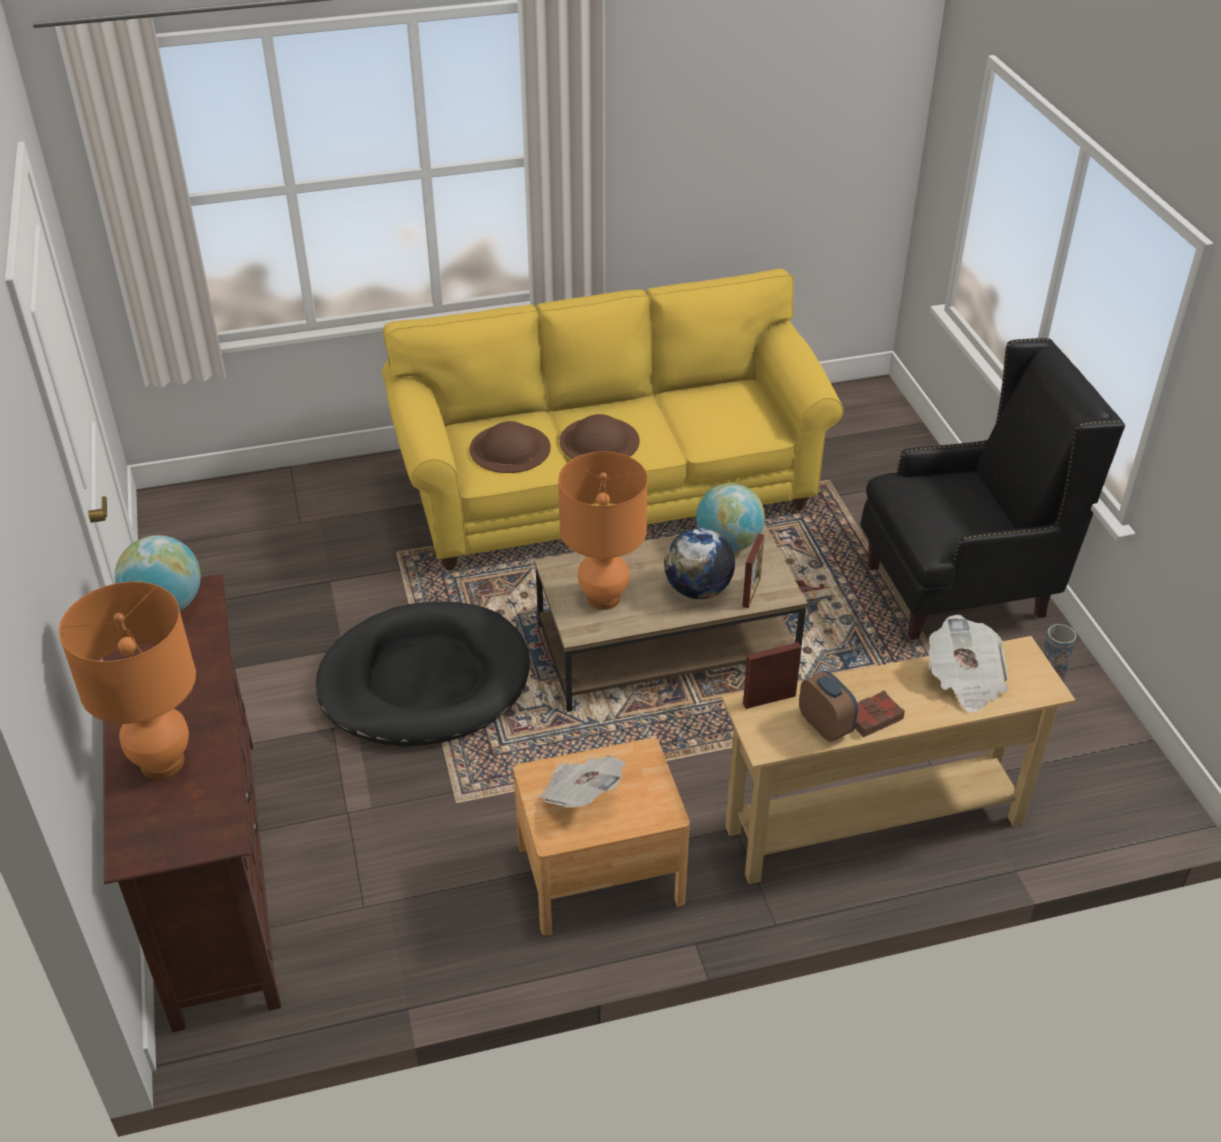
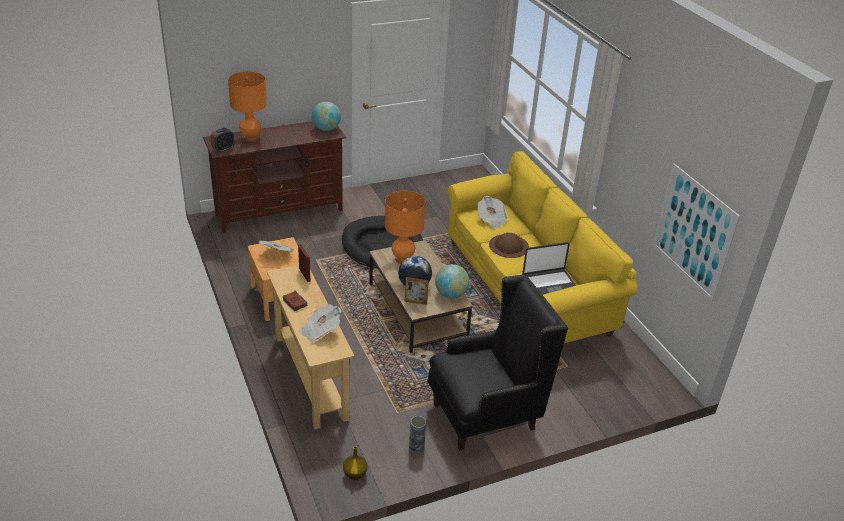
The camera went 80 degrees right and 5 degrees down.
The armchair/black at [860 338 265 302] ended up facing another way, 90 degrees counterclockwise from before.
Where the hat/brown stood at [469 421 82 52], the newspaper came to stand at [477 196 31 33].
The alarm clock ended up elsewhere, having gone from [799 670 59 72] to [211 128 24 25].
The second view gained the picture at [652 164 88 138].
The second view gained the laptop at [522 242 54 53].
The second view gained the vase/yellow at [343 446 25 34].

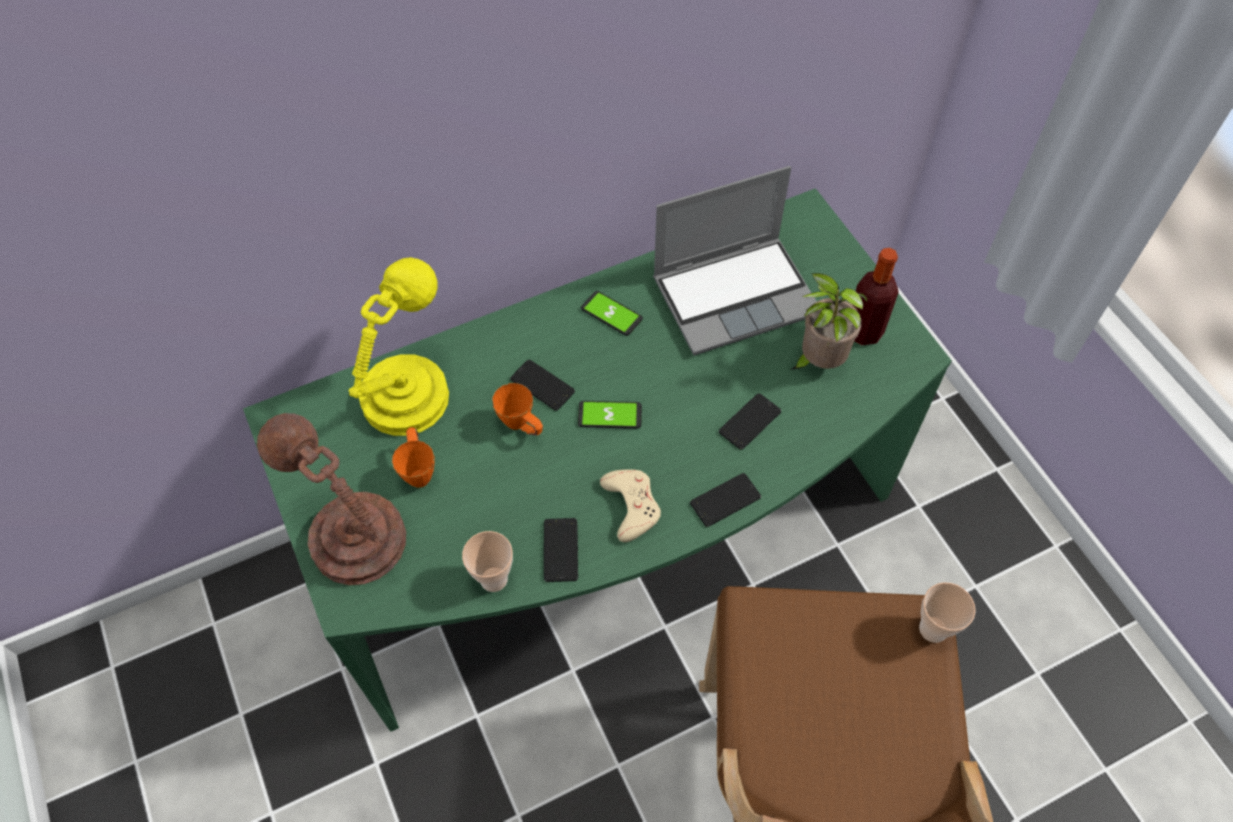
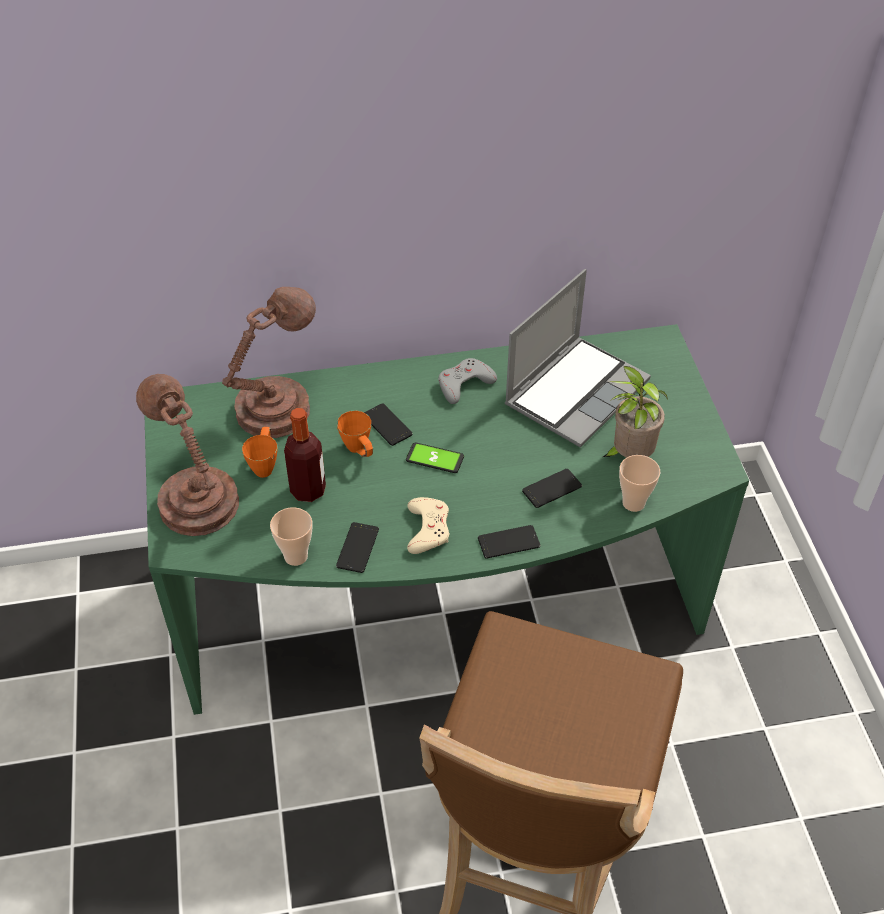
The camera went 15 degrees right and 10 degrees down.
The laptop at [653 166 164 190] ended up facing another way, 45 degrees counterclockwise from before.
The bottle ended up elsewhere, having gone from [853 248 46 97] to [284 408 42 94].
What was the table lamp/yellow at [348 257 101 179] turned into the table lamp/brown at [222 287 94 151].
Where the phone stood at [581 291 62 45], the game controller/grey came to stand at [438 358 59 46].
The cup ended up elsewhere, having gone from [919 582 57 61] to [619 455 41 57].

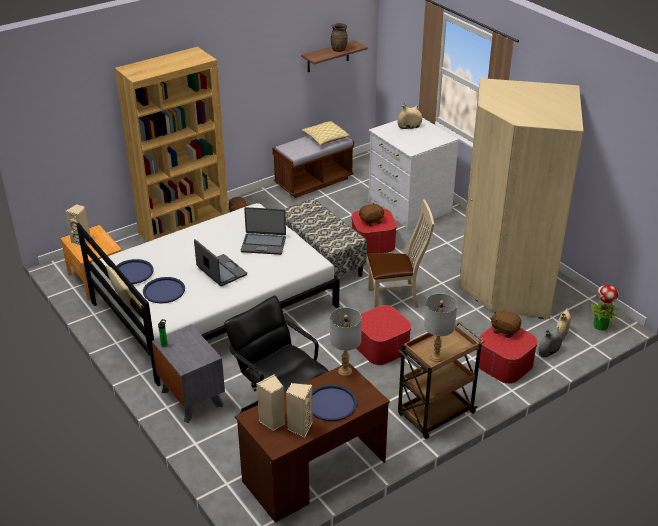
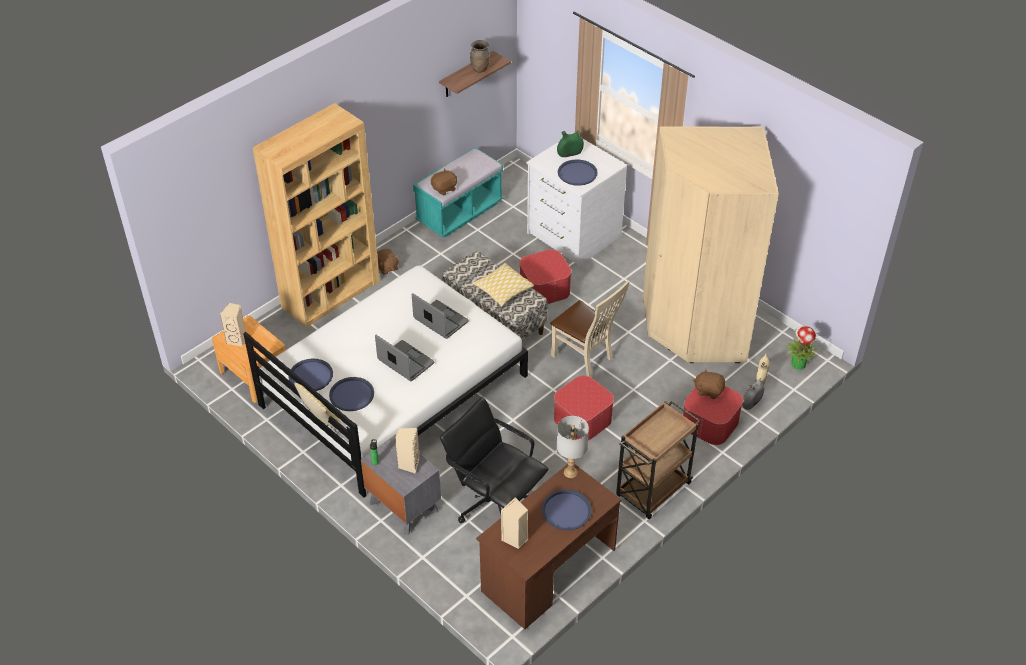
The camera went 10 degrees left and 10 degrees up.
What was the vase/beige at [397 103 25 26] turned into the vase/green at [557 131 27 26].
The pillow ended up elsewhere, having gone from [302 121 48 24] to [472 263 62 44].
What was the bench/brown at [272 135 82 63] turned into the bench/turquoise at [413 147 90 91].
The chair/beige at [367 199 67 109] ended up facing another way, 60 degrees clockwise from before.
The plush toy/brown ended up elsewhere, having gone from [359 202 26 24] to [431 168 26 27].
The laptop at [241 207 45 48] ended up facing another way, 135 degrees counterclockwise from before.
The second view lost the table lamp/grey at [424 293 33 69].
The speaker/beige ended up elsewhere, having gone from [286 383 27 54] to [395 428 25 45].
The second view gained the tray/blue at [558 160 40 26].

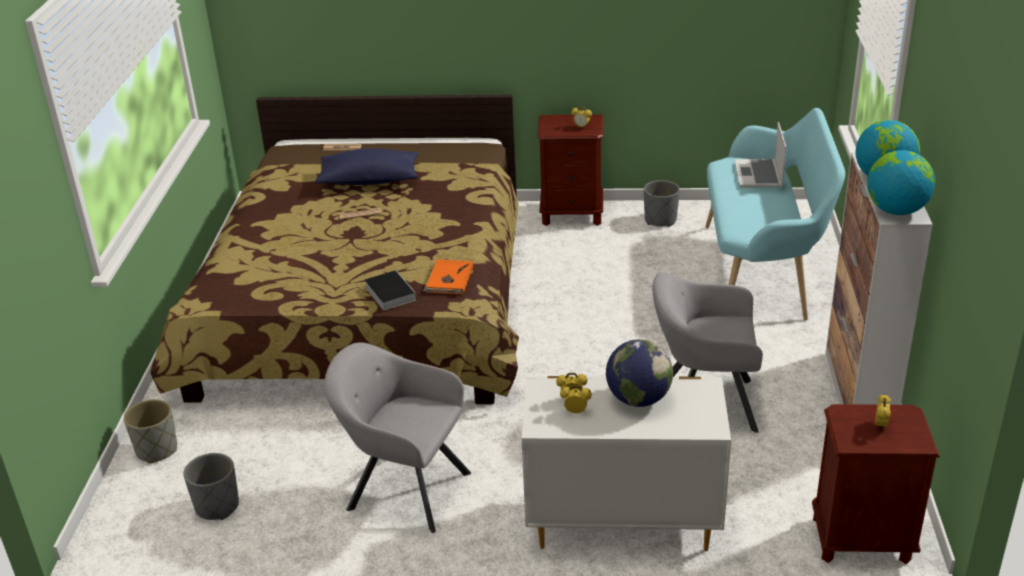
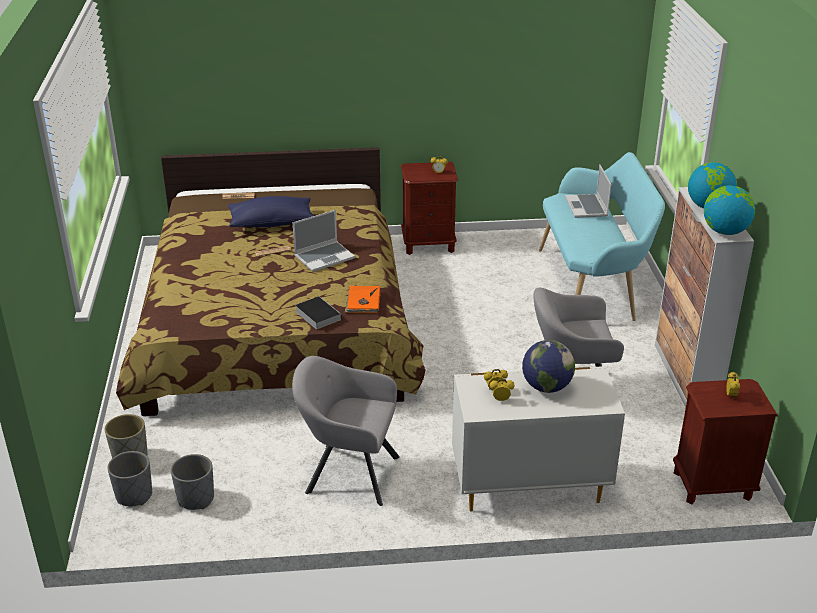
The camera went 10 degrees left and 0 degrees up.
The planter/grey ended up elsewhere, having gone from [644 180 36 47] to [107 451 45 55].
The second view gained the laptop at [293 210 62 62].

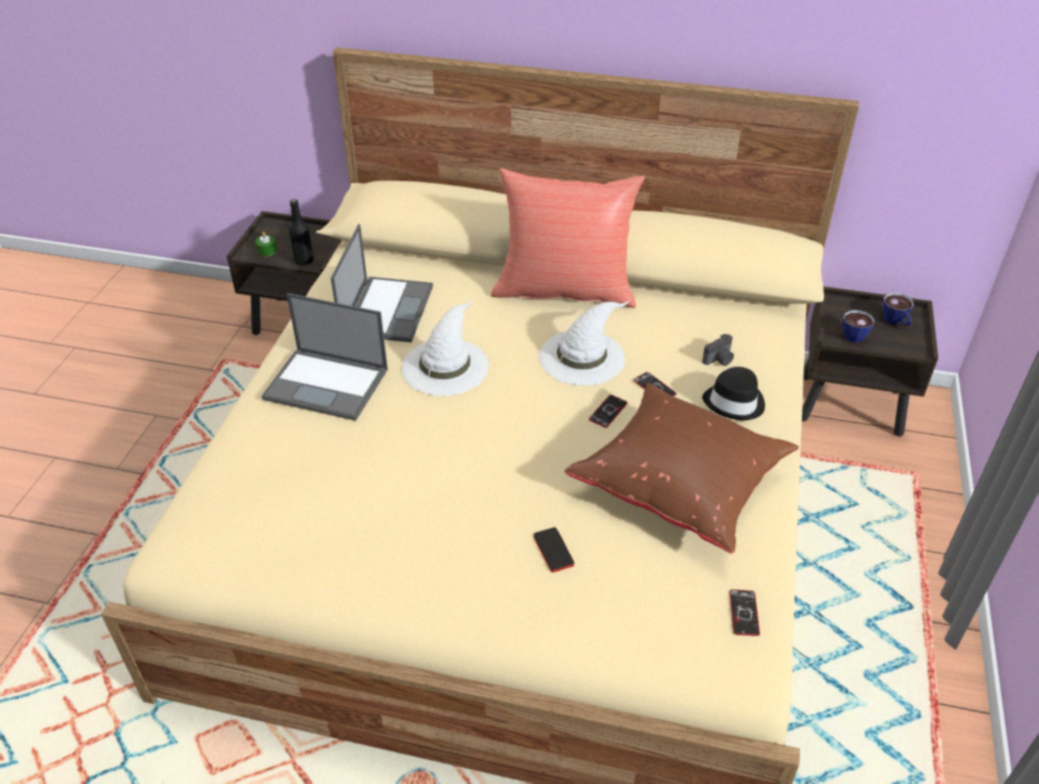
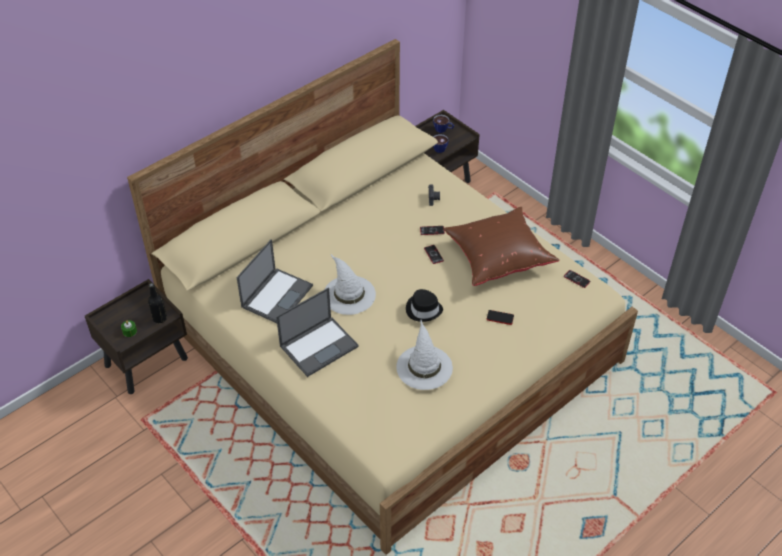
The camera went 55 degrees left and 5 degrees up.
The second view lost the pillow/red at [491 168 154 140].
The laptop at [331 224 102 118] ended up facing another way, 75 degrees clockwise from before.
The hat/white ended up elsewhere, having gone from [539 301 90 85] to [396 320 57 70].
The hat/black ended up elsewhere, having gone from [702 367 63 53] to [406 289 37 33].

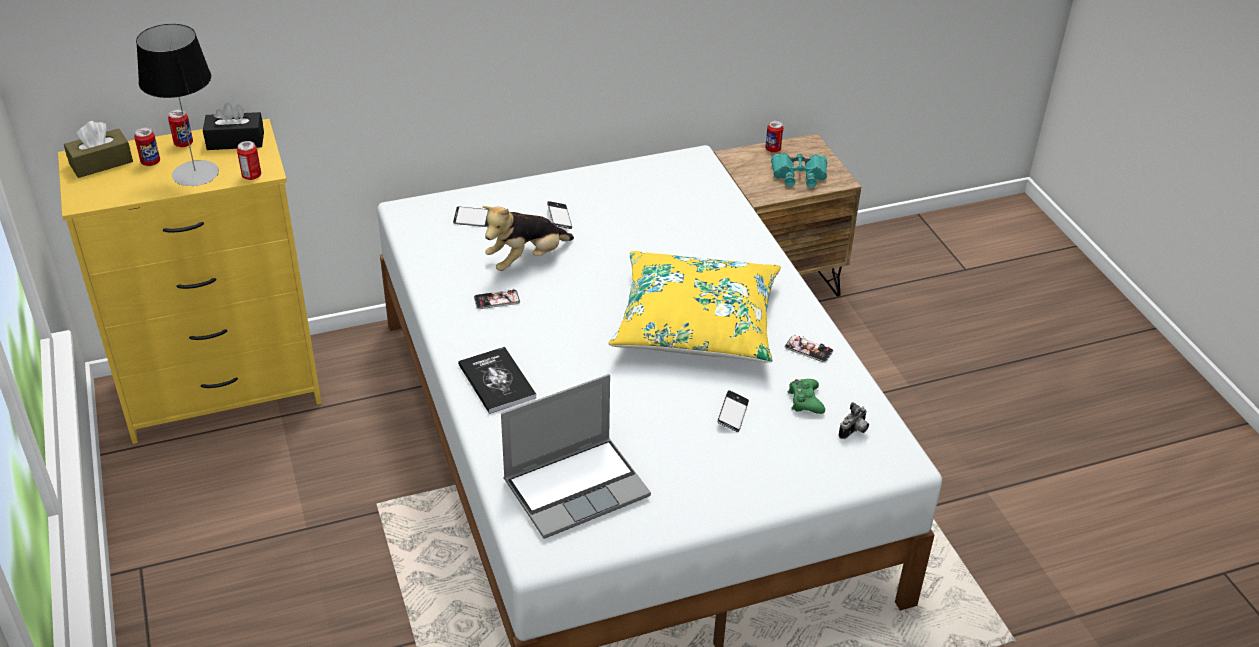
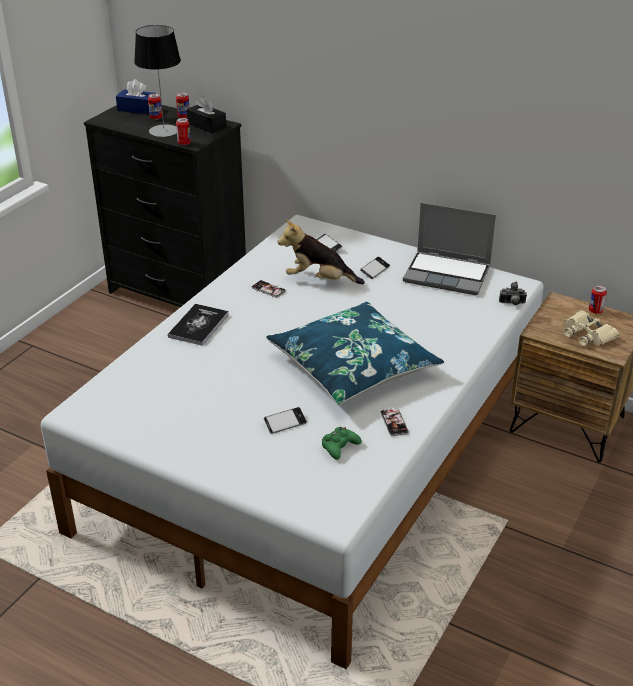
The camera went 50 degrees right and 5 degrees down.
What was the dresser/yellow at [58 119 264 325] turned into the dresser/black at [84 105 162 202].
What was the tissue box/brown at [64 121 69 57] turned into the tissue box/blue at [116 79 40 36].
What was the binoculars/turquoise at [771 153 56 35] turned into the binoculars/beige at [564 311 55 35].
What was the pillow/yellow at [609 251 172 112] turned into the pillow/blue at [266 302 178 103].
The laptop ended up elsewhere, having gone from [501 374 150 165] to [403 203 93 92].
The photo camera ended up elsewhere, having gone from [838 402 31 37] to [499 281 28 24].

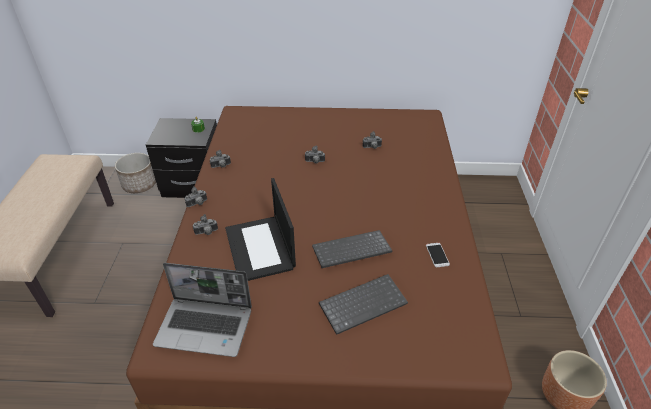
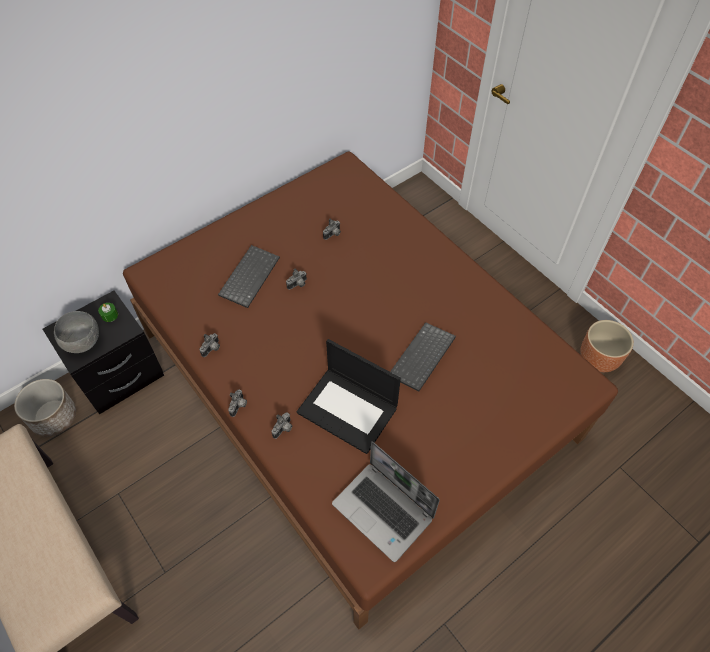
The camera went 40 degrees left and 15 degrees up.
The second view lost the phone at [426 243 24 24].
The laptop at [153 263 99 94] ended up facing another way, 75 degrees clockwise from before.
The keyboard ended up elsewhere, having gone from [319 274 89 61] to [218 245 62 63].
The second view gained the bowl/grey at [54 311 45 42].

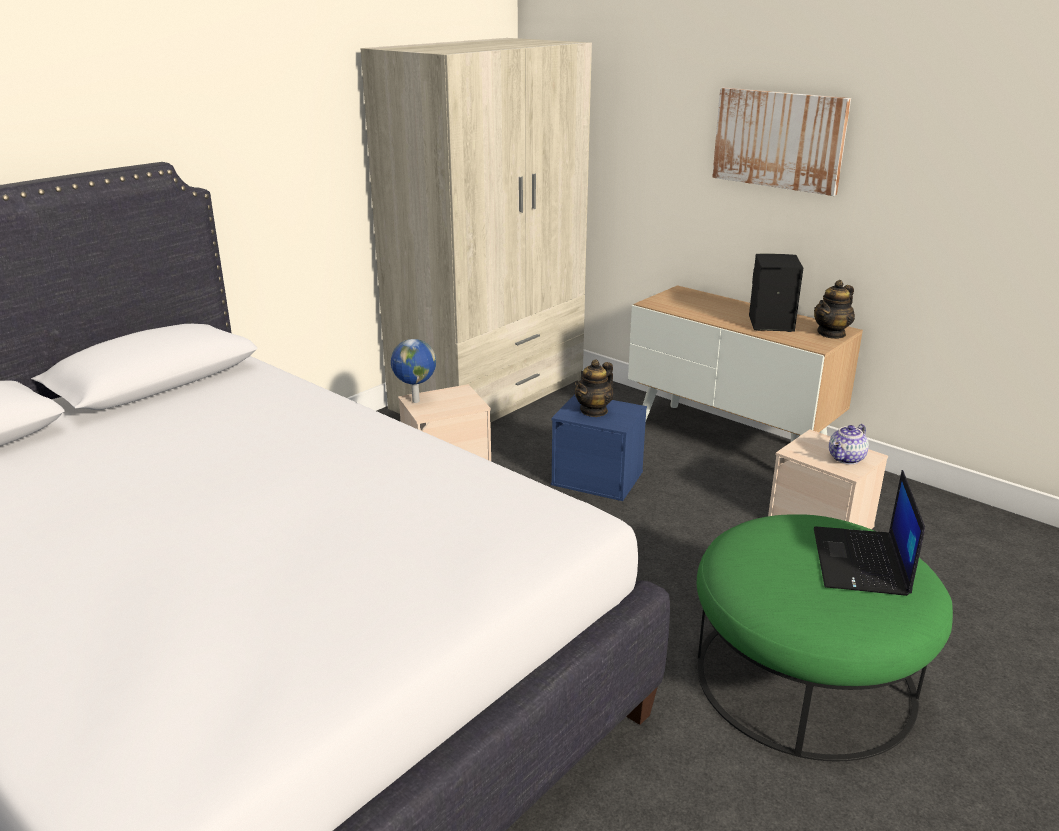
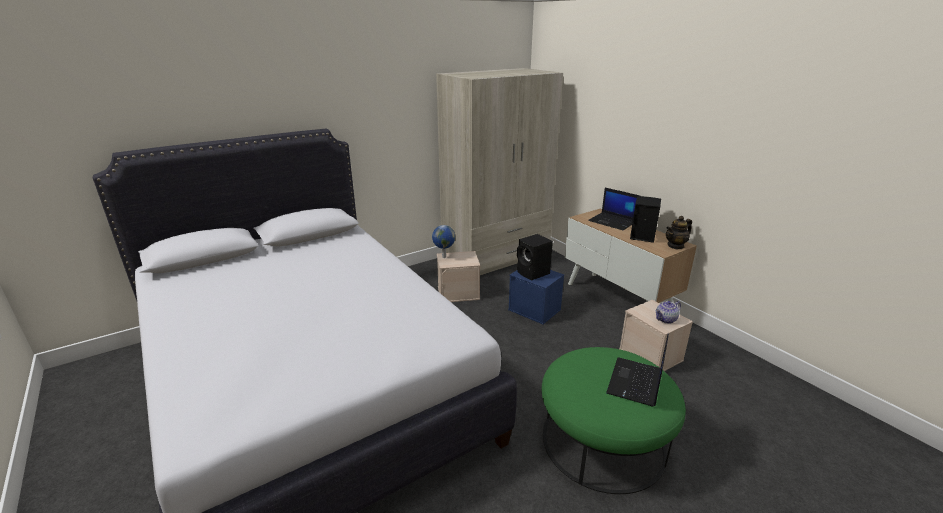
The camera went 15 degrees right and 0 degrees up.
The second view lost the picture at [712 87 139 109].
Where the teapot stood at [575 359 38 58], the speaker/black came to stand at [517 234 36 46].
The second view gained the laptop at [588 188 52 42].

